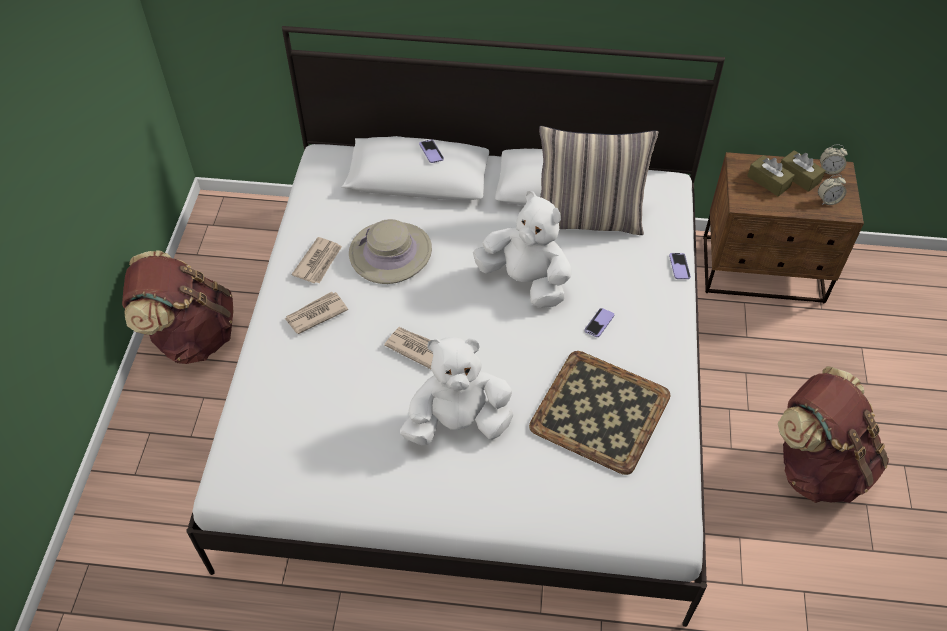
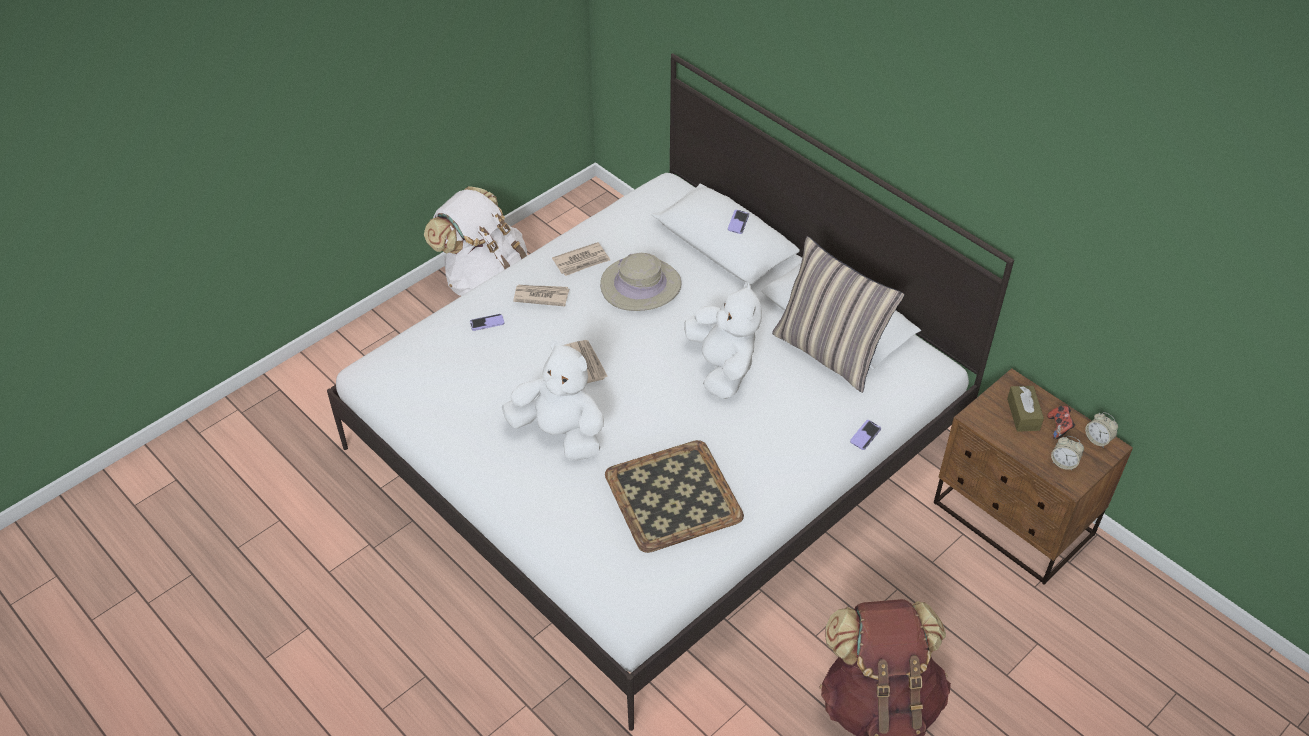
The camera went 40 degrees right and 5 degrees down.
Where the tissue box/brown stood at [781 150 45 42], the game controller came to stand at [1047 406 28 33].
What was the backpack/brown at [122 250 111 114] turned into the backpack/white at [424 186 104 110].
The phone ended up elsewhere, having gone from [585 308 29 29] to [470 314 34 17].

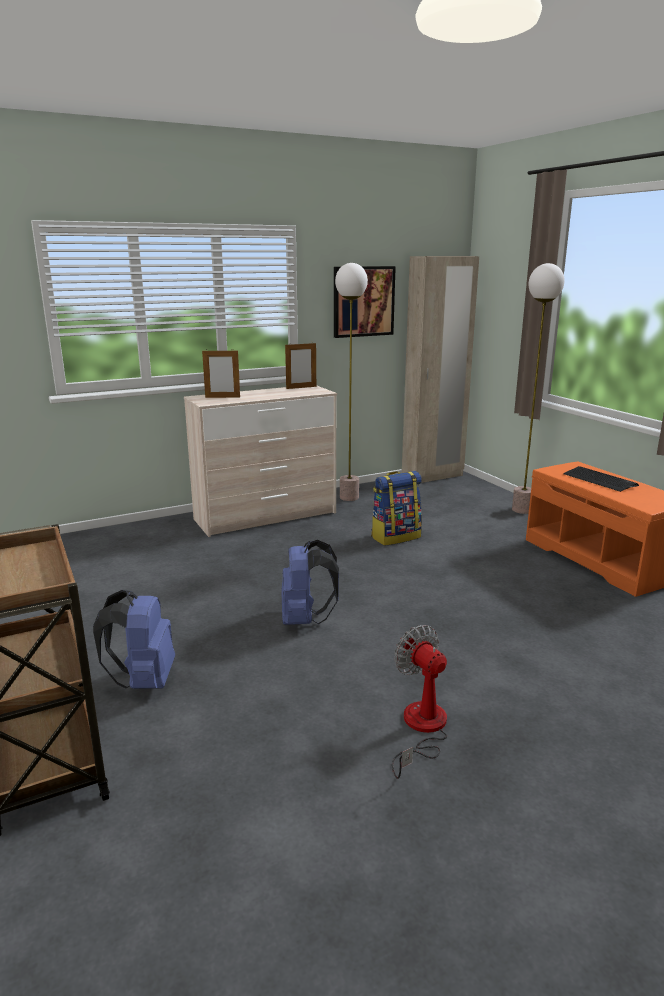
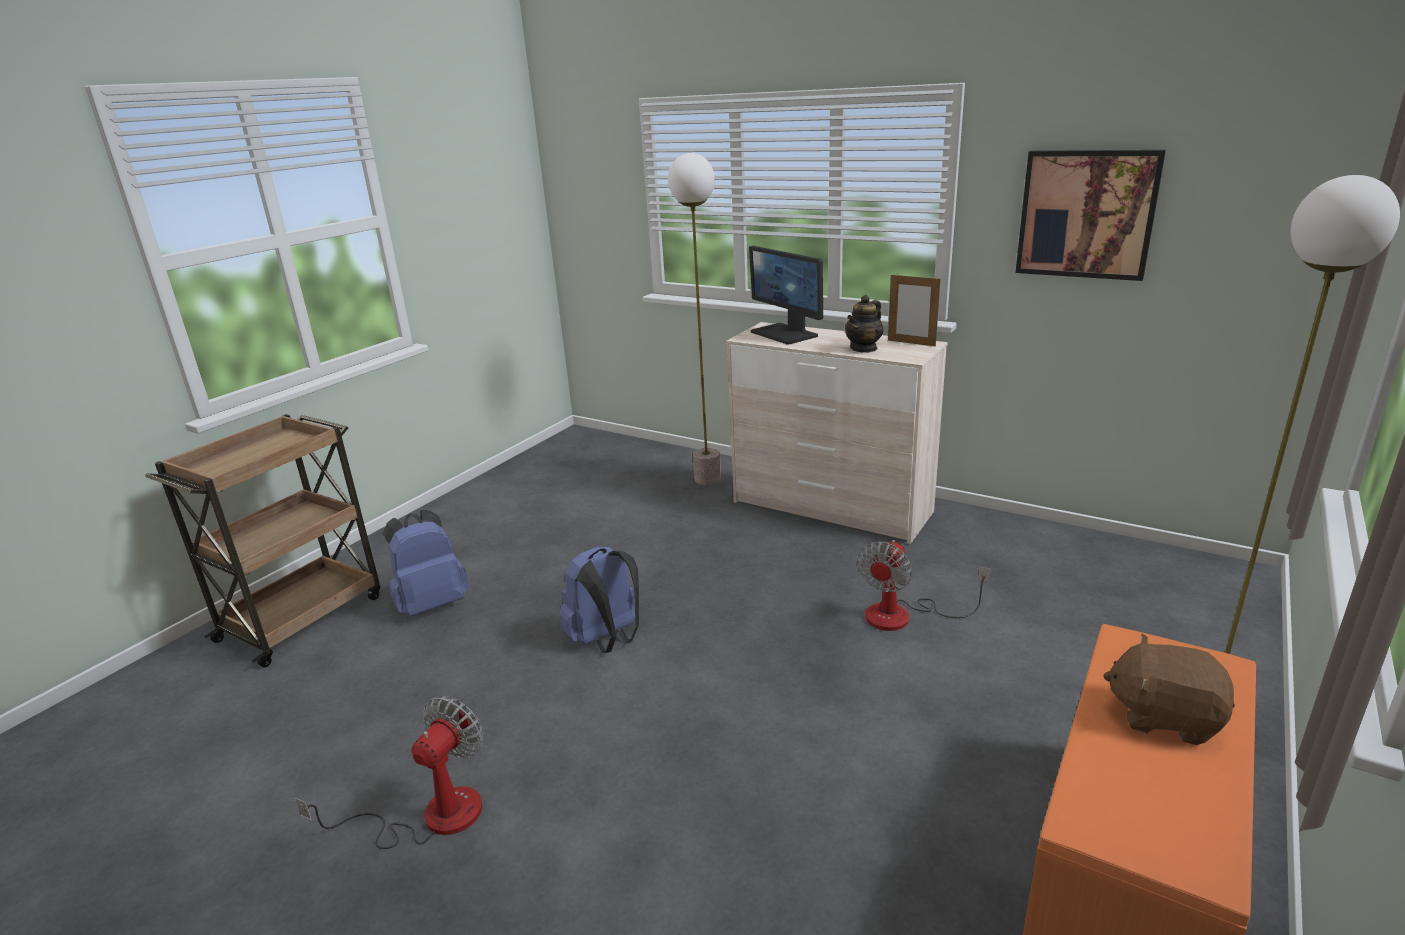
The camera went 60 degrees right and 5 degrees up.
The second view lost the wardrobe/beige at [402 256 77 227].
The floor lamp ended up elsewhere, having gone from [335 263 33 238] to [668 153 53 332].
Where the picture frame stood at [202 349 38 49], the monitor came to stand at [749 246 74 98].
Where the keyboard stood at [563 466 76 26], the plush toy/brown came to stand at [1103 634 132 111].
Where the backpack stood at [371 471 51 75], the fan came to stand at [857 540 134 91].
The second view gained the teapot at [845 295 38 58].

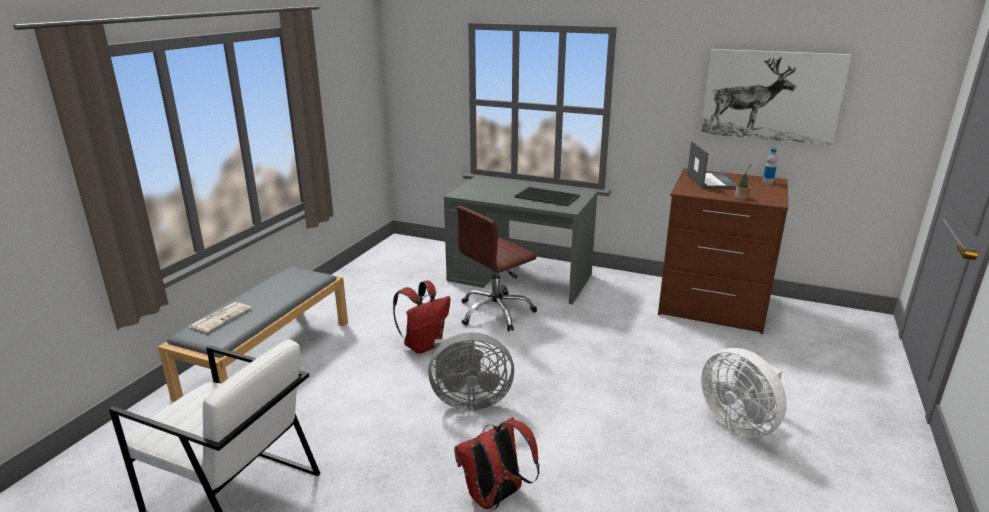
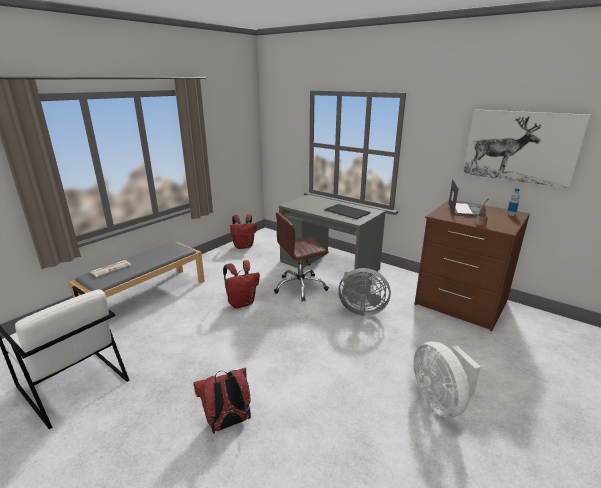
The camera went 15 degrees right and 0 degrees up.
The fan/grey ended up elsewhere, having gone from [428 332 86 78] to [338 268 53 48].
The second view gained the backpack/red at [230 214 27 35].

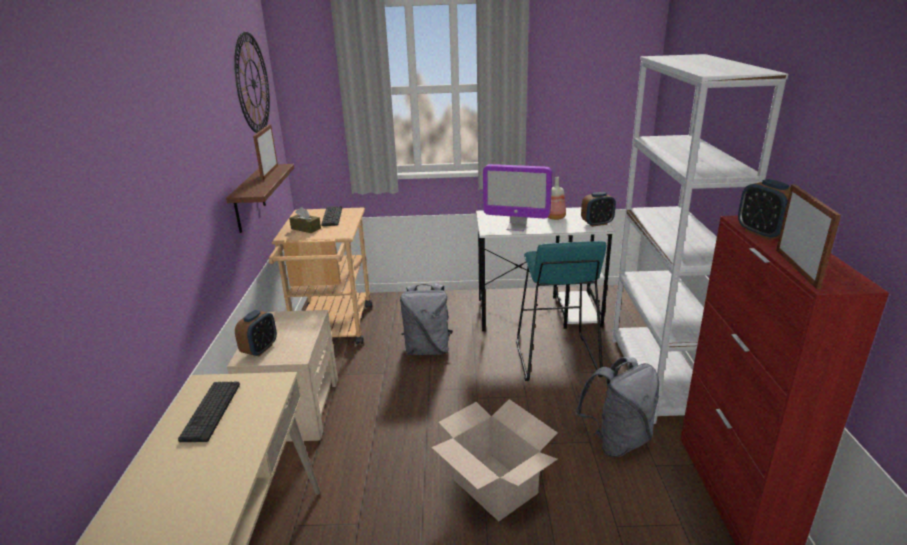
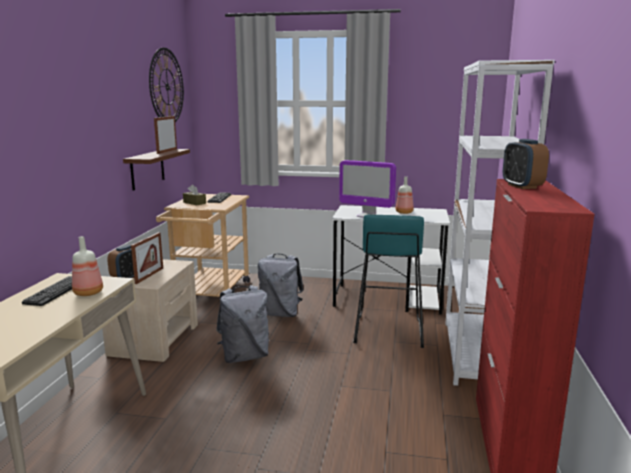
The camera went 10 degrees right and 10 degrees down.
The picture frame ended up elsewhere, having gone from [776 185 65 104] to [131 232 32 52].
The second view lost the alarm clock at [581 192 35 35].
The backpack/grey ended up elsewhere, having gone from [575 357 84 100] to [216 285 53 78].
The second view lost the cardboard box at [431 399 127 122].
The second view gained the bottle at [72 236 31 60].

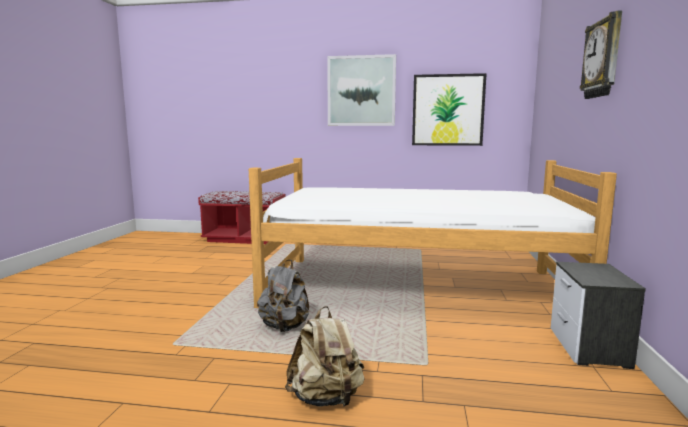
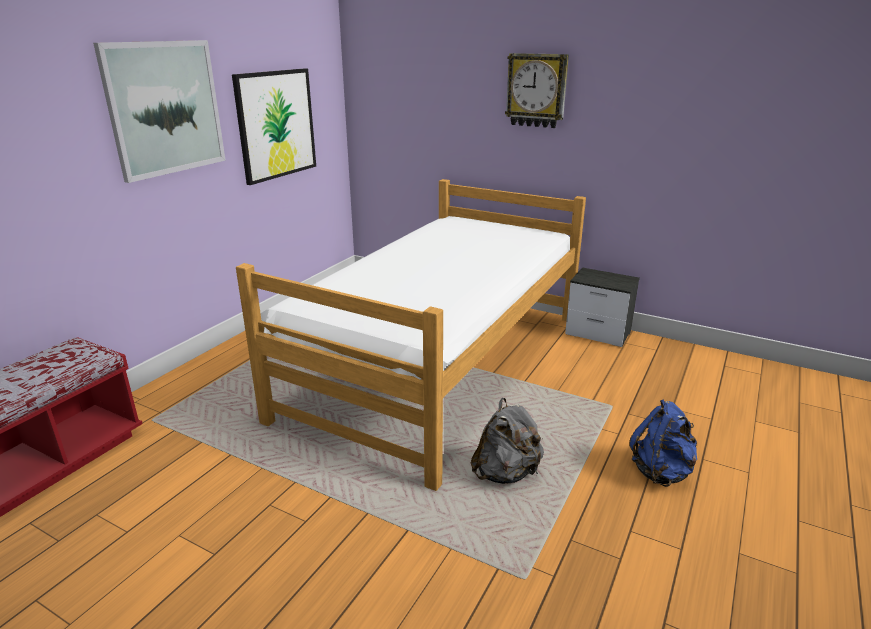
The camera went 70 degrees left and 15 degrees up.
What was the backpack/beige at [285 306 80 101] turned into the backpack/blue at [629 399 68 88].

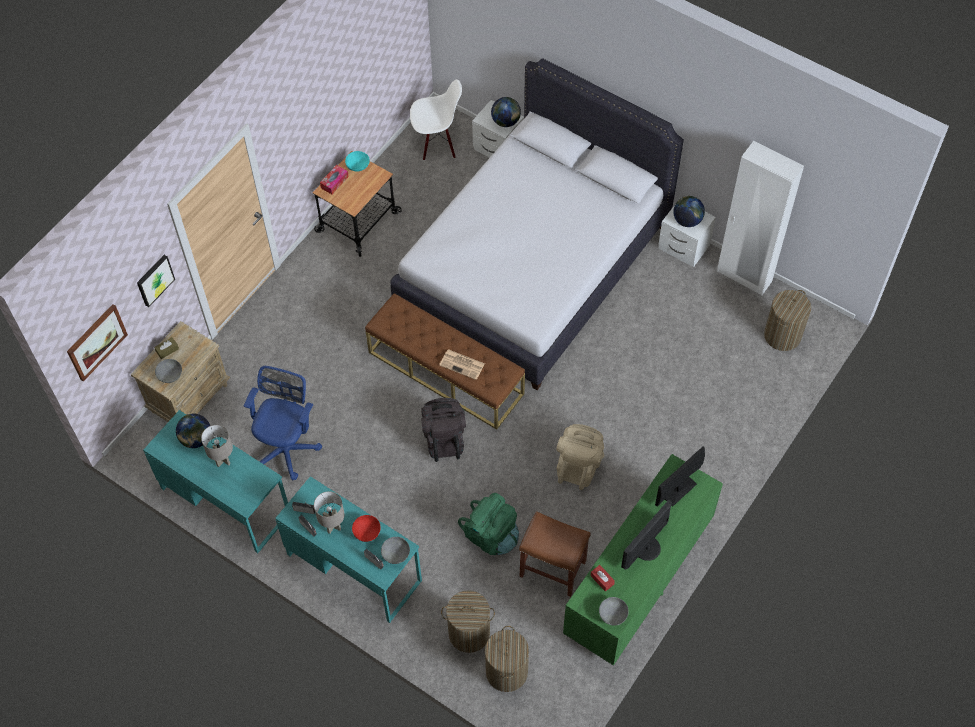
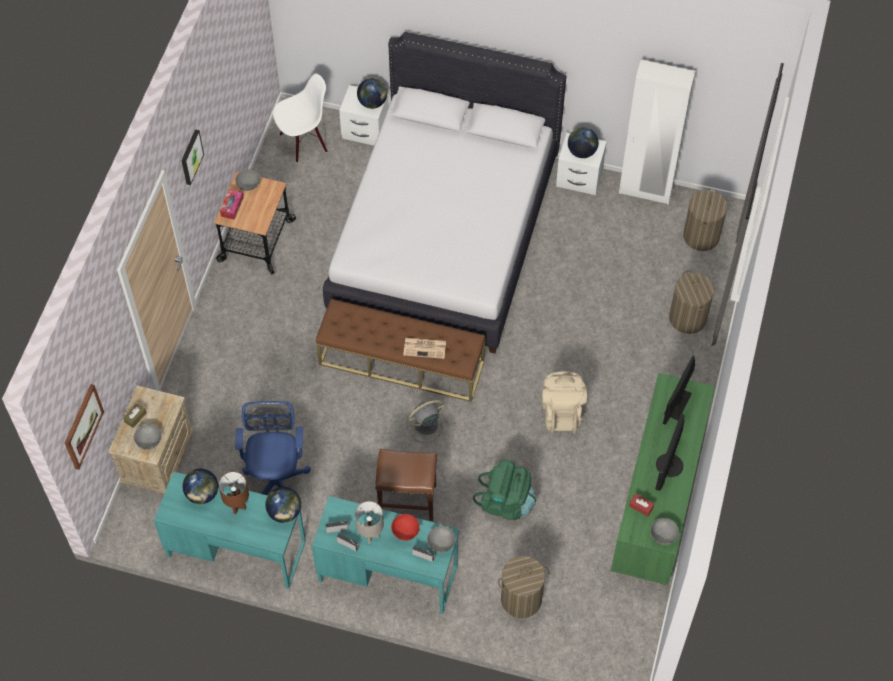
The camera went 20 degrees left and 0 degrees up.
What was the bowl/turquoise at [345 151 25 20] turned into the bowl/grey at [236 169 25 22].
The picture ended up elsewhere, having gone from [137 255 38 52] to [181 129 23 56].
Where the backpack/black stood at [421 398 45 64], the fan/grey came to stand at [407 400 41 43].
What was the table lamp/grey at [201 425 32 42] turned into the table lamp/brown at [218 472 31 42].
The stool/brown ended up elsewhere, having gone from [519 511 72 86] to [375 449 62 72].
The laundry basket ended up elsewhere, having gone from [485 626 44 66] to [669 270 45 64].
The second view gained the globe at [265 487 36 36].

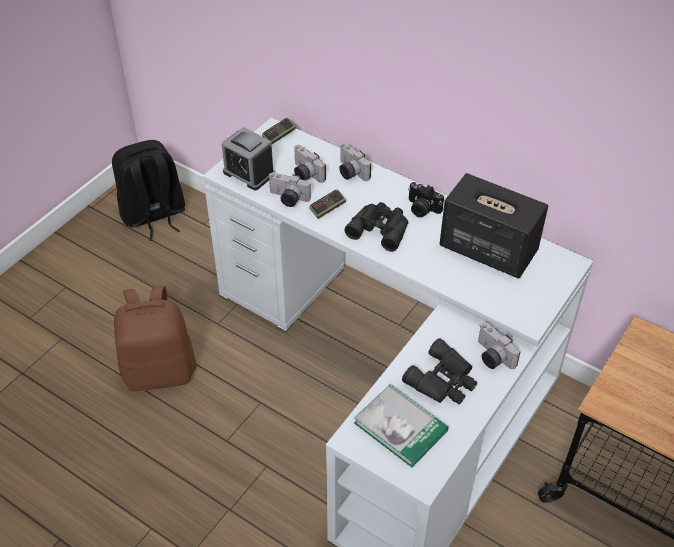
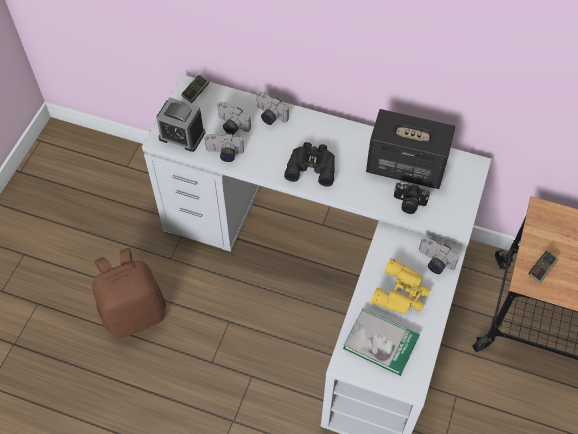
The camera went 15 degrees left and 10 degrees up.
The second view lost the backpack/black at [112 140 73 101].
The photo camera ended up elsewhere, having gone from [408 182 36 36] to [394 183 36 31].
The game controller ended up elsewhere, having gone from [309 189 37 30] to [529 251 29 32].
What was the binoculars/black at [402 338 75 66] turned into the binoculars/yellow at [371 258 60 56].

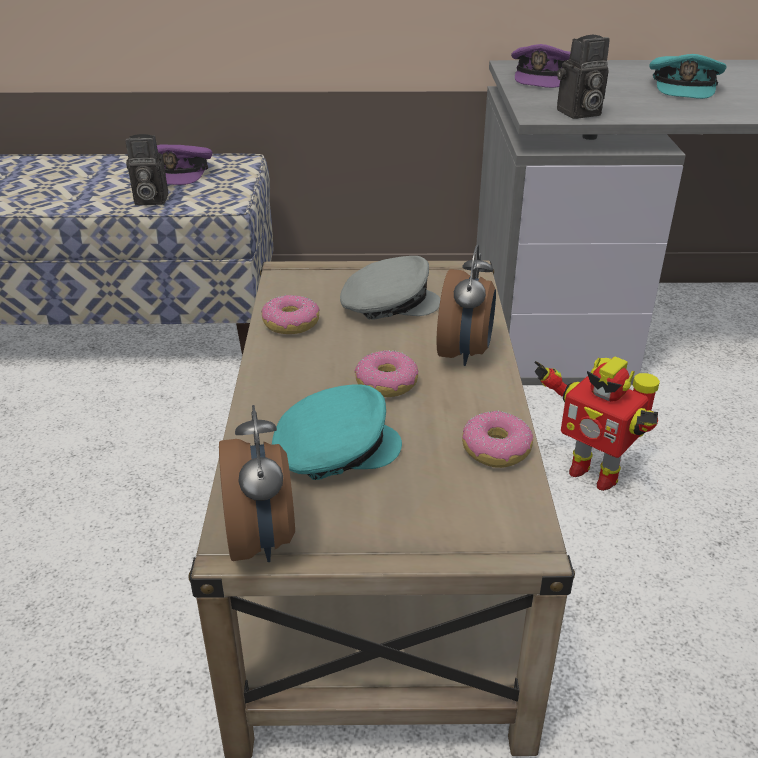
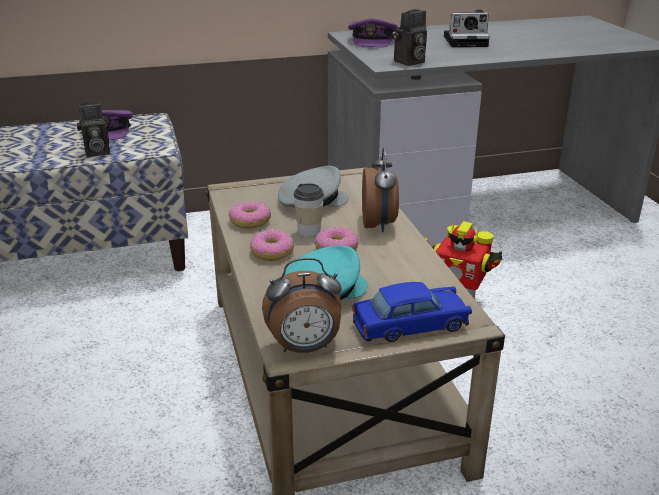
The camera went 15 degrees left and 5 degrees down.
Where the cap/turquoise stood at [649 54 78 45], the photo camera came to stand at [444 9 46 38].
The alarm clock at [219 405 76 157] ended up facing another way, 105 degrees clockwise from before.
The donut ended up elsewhere, having gone from [462 411 71 57] to [250 229 44 32].
The second view gained the cup at [293 183 31 54].
The second view gained the toy car/blue at [352 282 120 60].

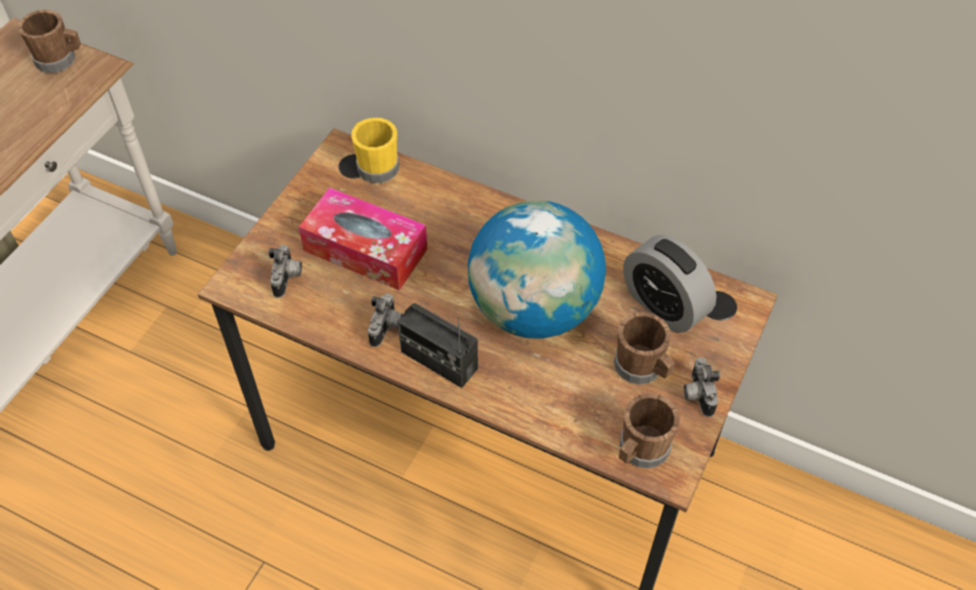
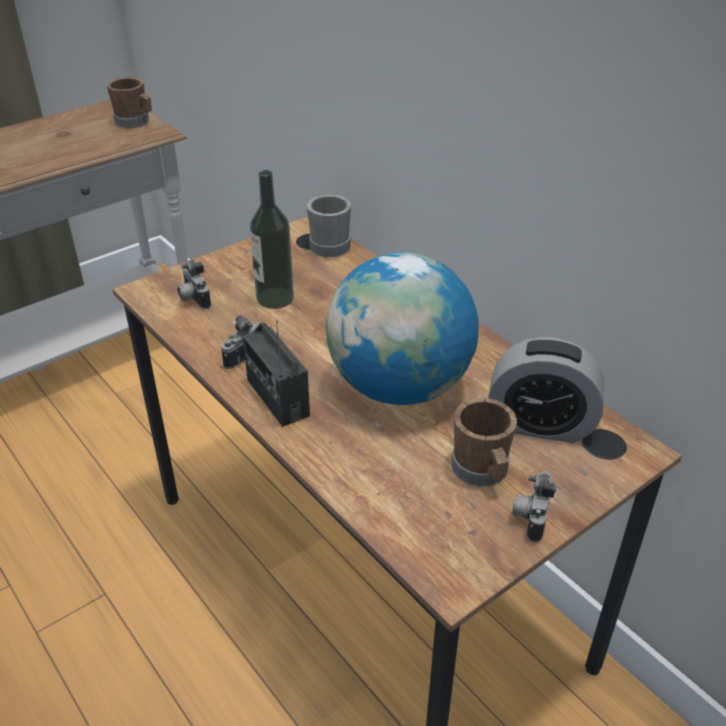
The camera went 25 degrees right and 15 degrees down.
What was the mug/yellow at [351 118 48 65] turned into the mug/grey at [307 195 44 62].
Where the tissue box stood at [299 187 128 103], the bottle came to stand at [250 170 44 139].
The alarm clock at [623 235 94 98] ended up facing another way, 60 degrees counterclockwise from before.
The photo camera at [268 245 34 53] ended up facing another way, 120 degrees clockwise from before.
The second view lost the mug/brown at [619 393 61 76].

